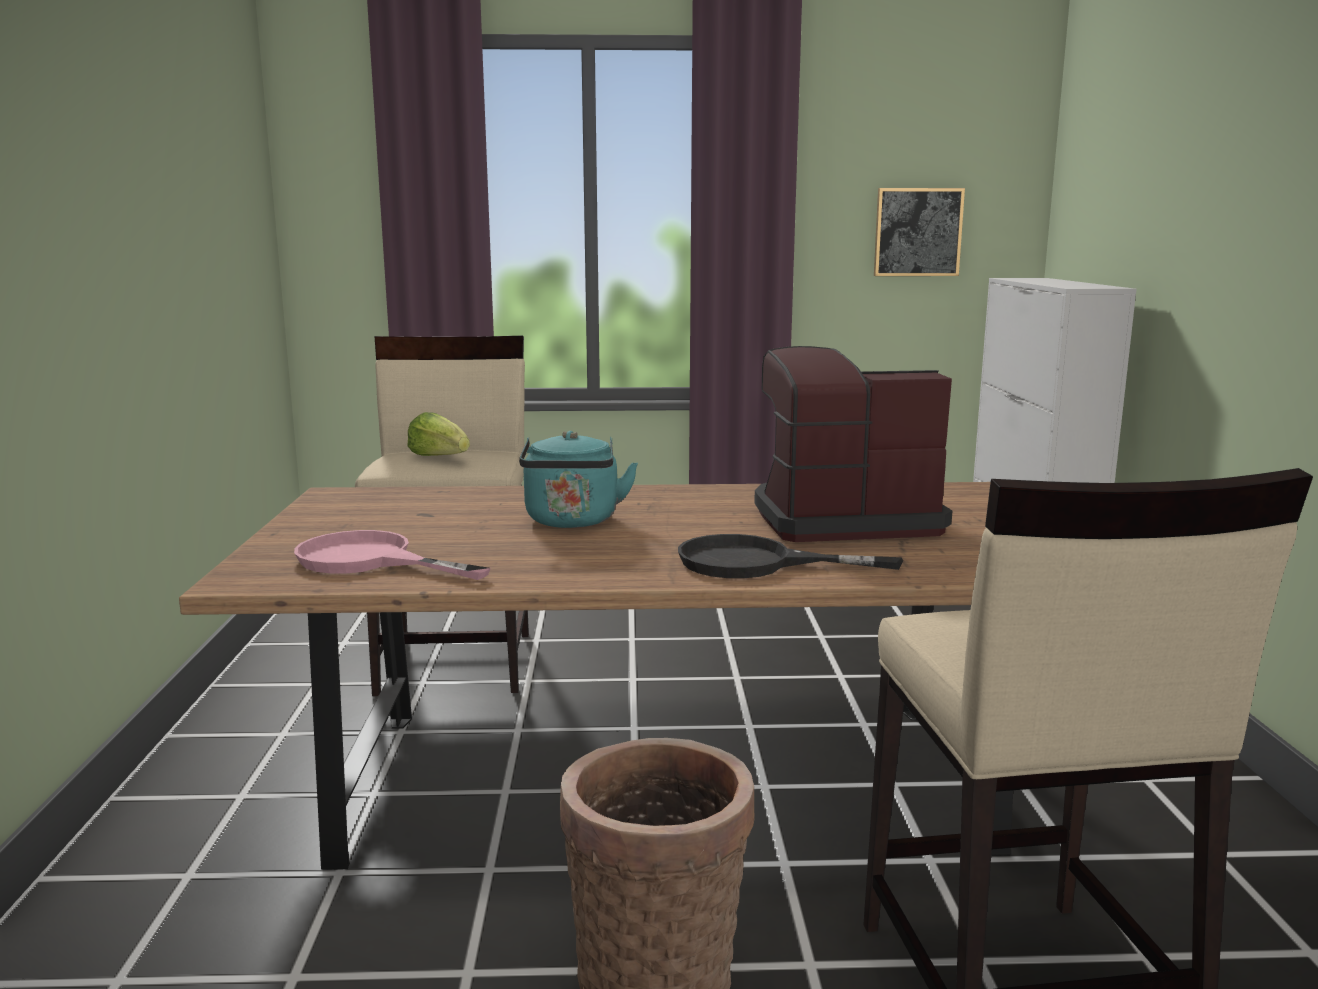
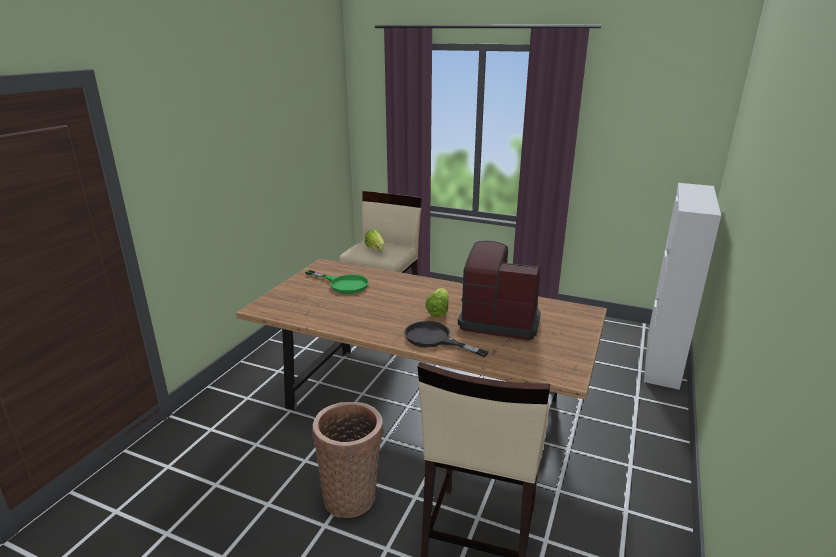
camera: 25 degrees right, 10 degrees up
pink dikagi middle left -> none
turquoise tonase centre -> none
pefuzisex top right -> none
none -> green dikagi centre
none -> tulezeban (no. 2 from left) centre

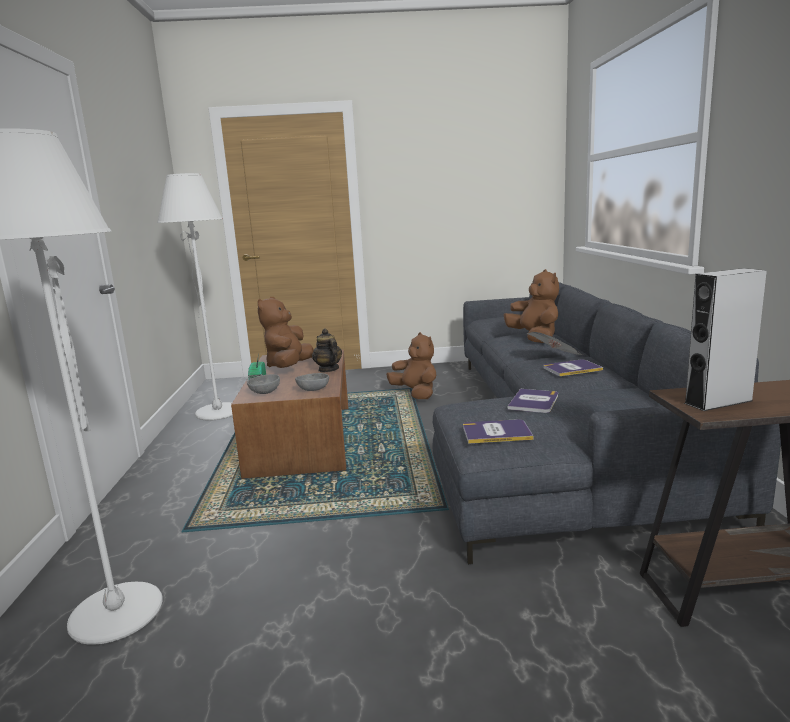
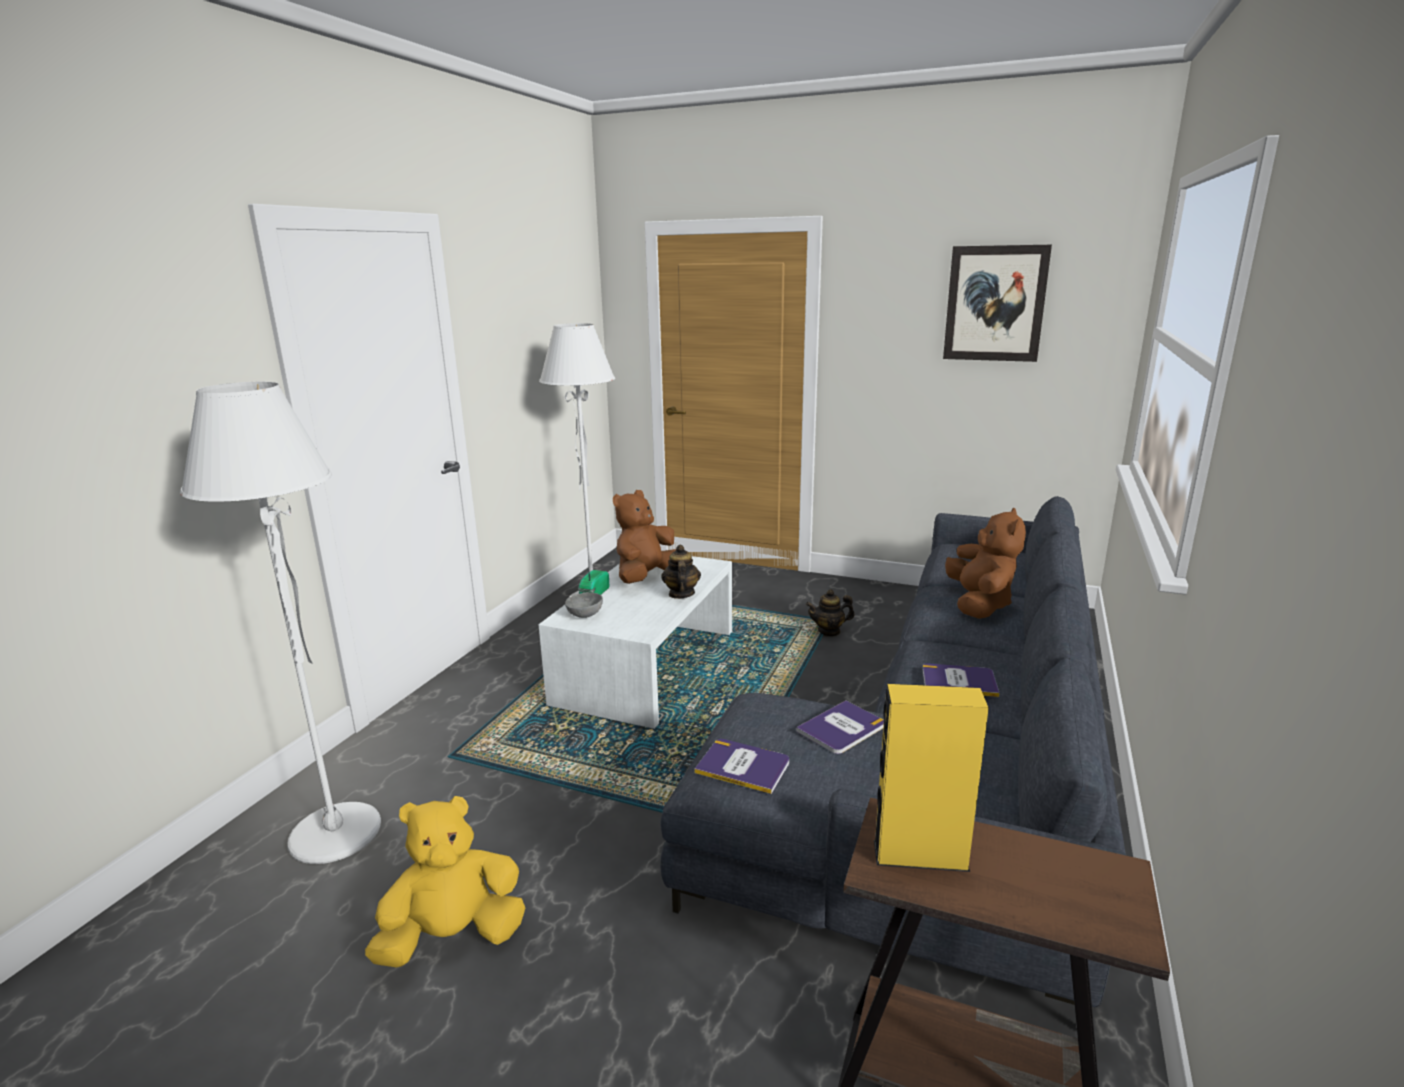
camera: 25 degrees right, 5 degrees up
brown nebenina centre -> white nebenina centre
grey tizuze (no. 2 from left) centre -> none
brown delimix (no. 2 from left) centre -> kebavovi (no. 2 from left) centre
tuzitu middle right -> none
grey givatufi middle right -> yellow givatufi bottom centre
none -> yellow delimix bottom left
none -> pefuzisex top right

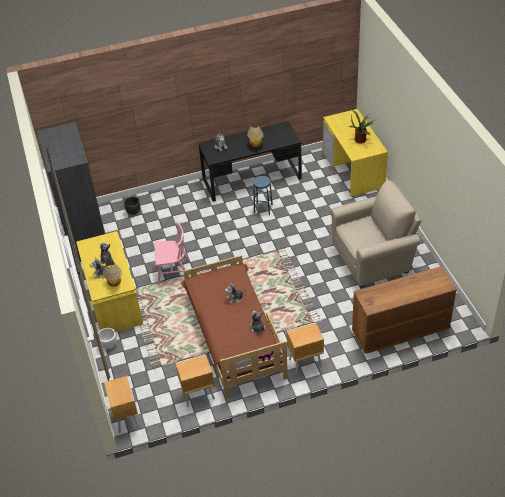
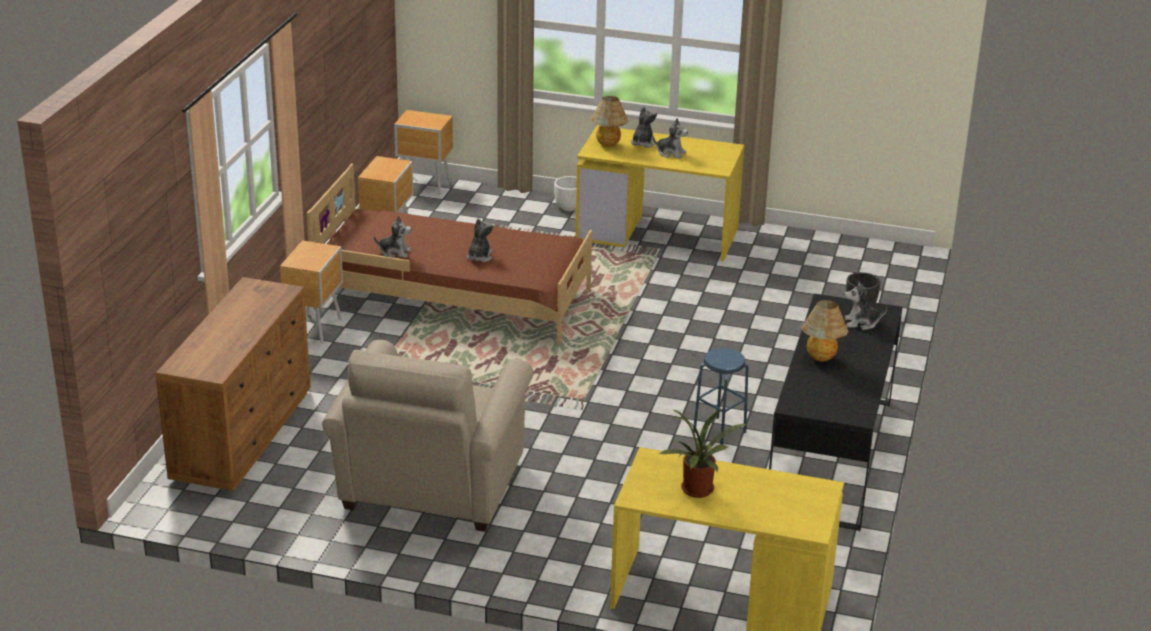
camera: 120 degrees right, 15 degrees down
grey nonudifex middle left -> none
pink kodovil centre -> none

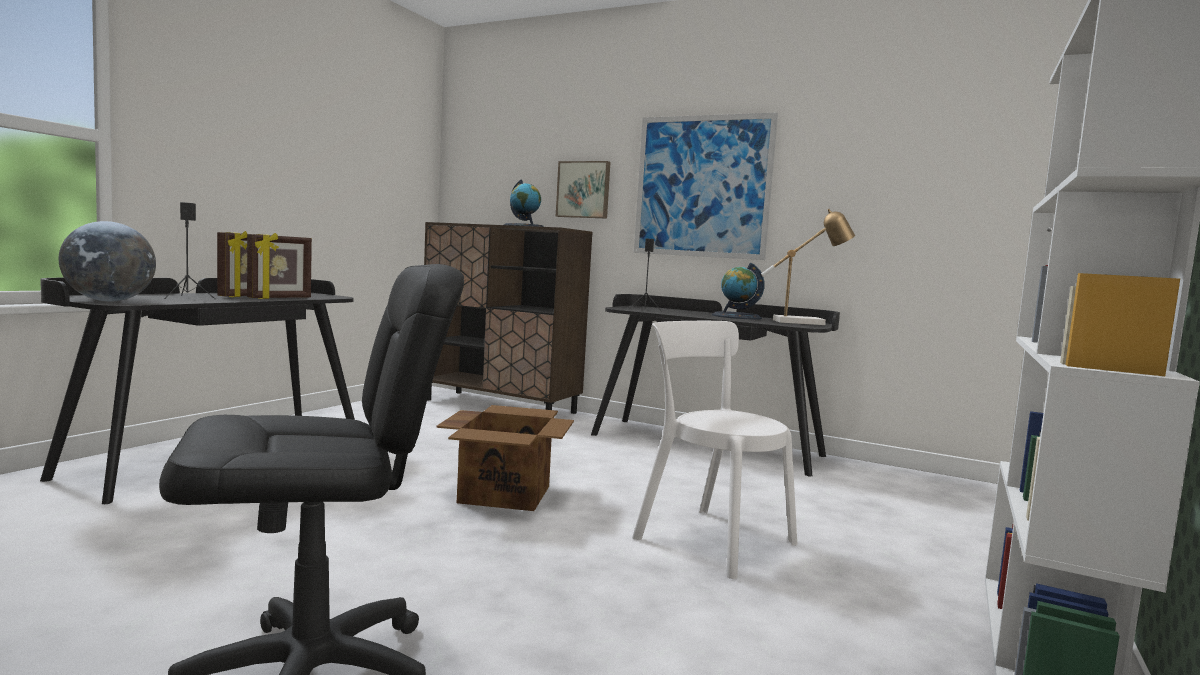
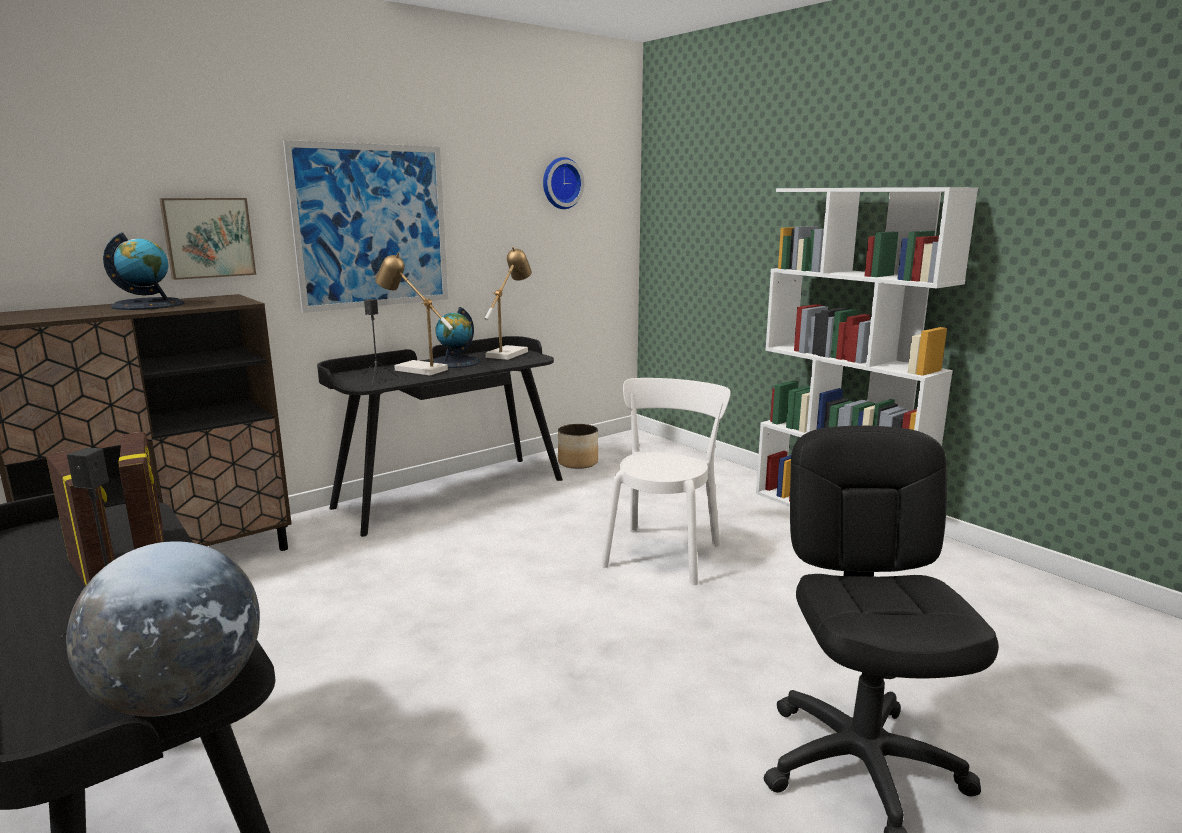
camera: 65 degrees left, 10 degrees up
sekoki bottom centre -> none
white kodovil bottom centre -> white kodovil centre, 135 degrees clockwise
none -> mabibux (no. 1 from left) centre
none -> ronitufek top centre
none -> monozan centre

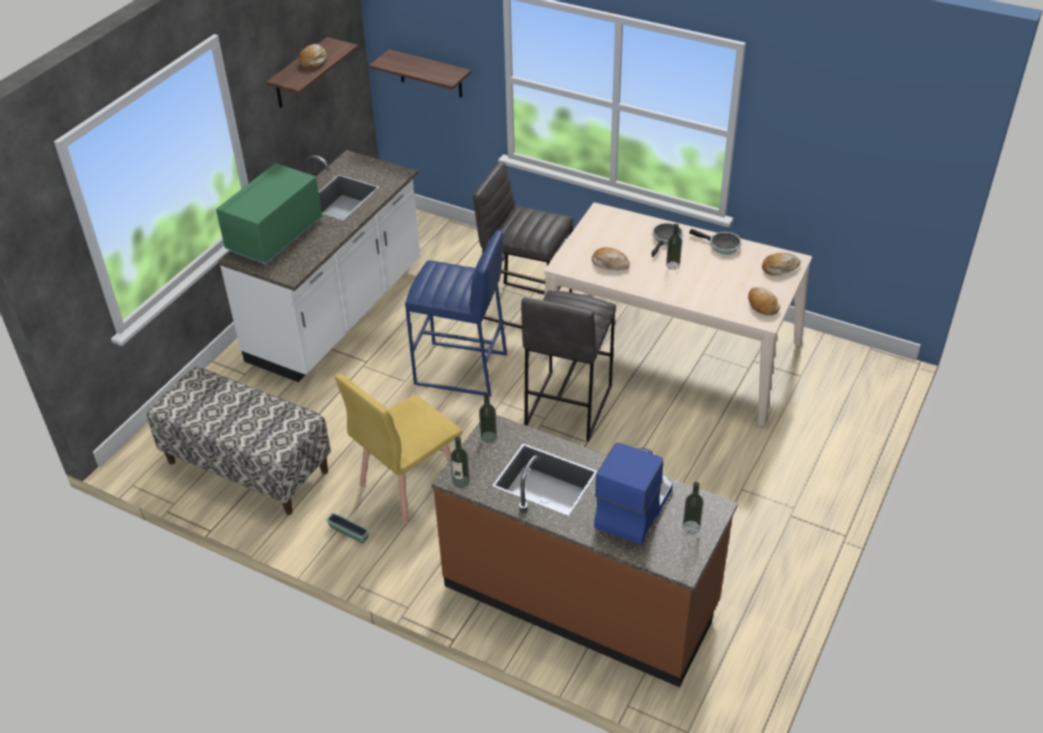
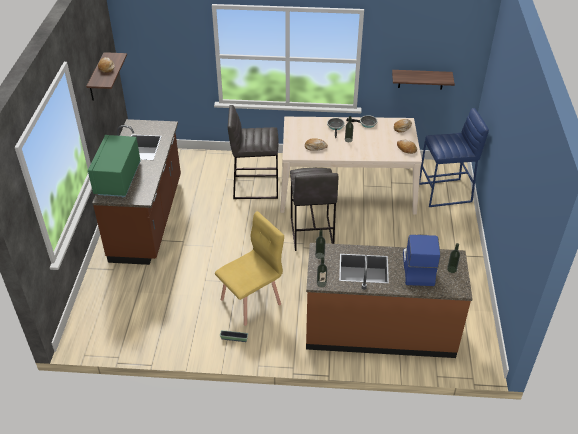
camera: 25 degrees left, 0 degrees up
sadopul middle left -> none
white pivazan middle left -> brown pivazan (no. 1 from left) middle left
yellow kodovil centre, 150 degrees counterclockwise
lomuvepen (no. 2 from left) top centre -> lomuvepen (no. 2 from left) top right, shifted
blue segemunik centre -> blue segemunik middle right, shifted

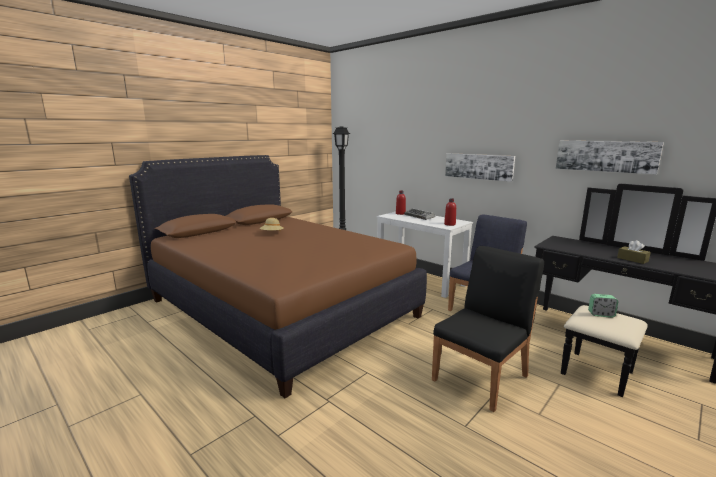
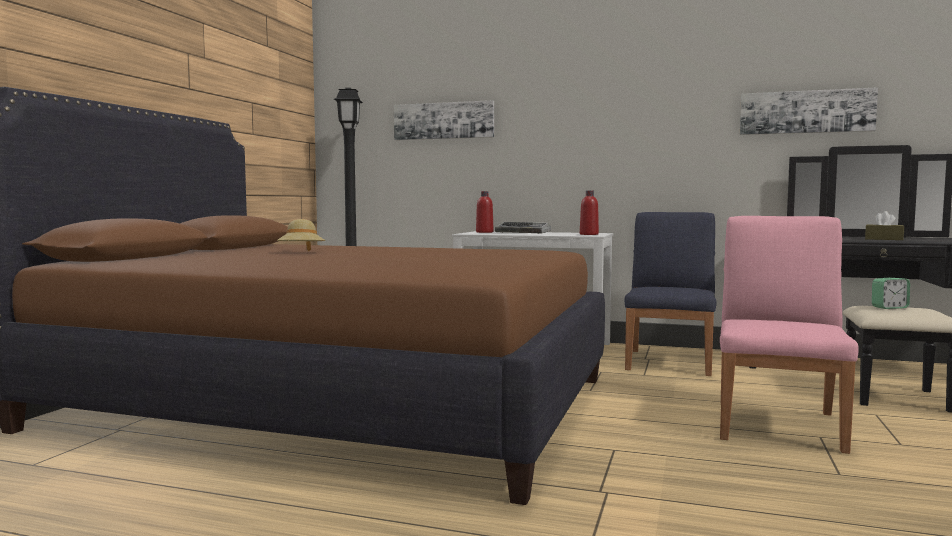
camera: 25 degrees left, 10 degrees down
black kodovil bottom right -> pink kodovil middle right
pefuzisex (no. 1 from left) middle right -> pefuzisex (no. 1 from left) top centre, shifted

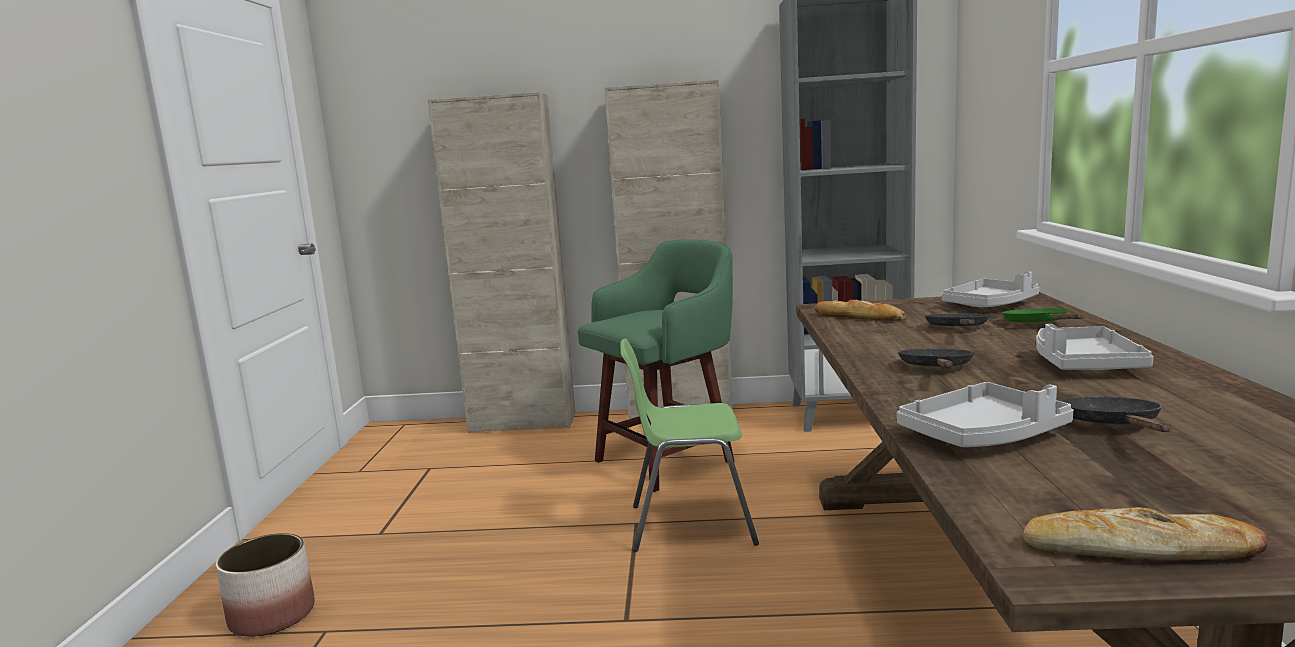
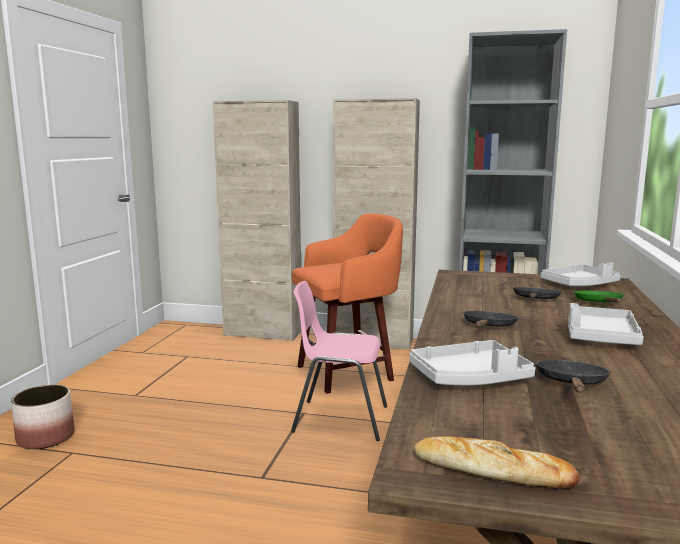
camera: 10 degrees right, 0 degrees up
green segemunik centre -> orange segemunik centre
green kodovil bottom centre -> pink kodovil centre
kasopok (no. 1 from left) centre -> none

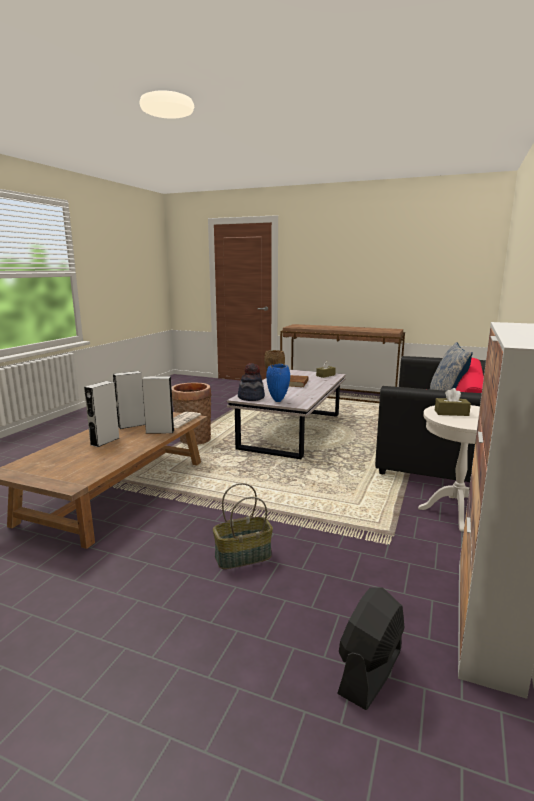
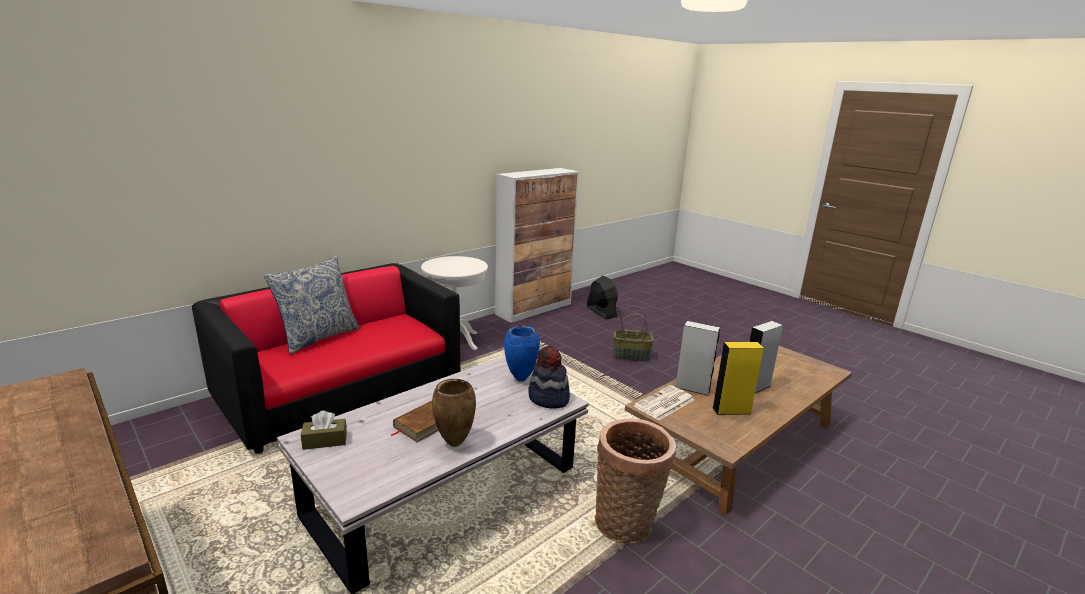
camera: 155 degrees left, 5 degrees up
grey givatufi (no. 2 from left) middle left -> yellow givatufi middle right
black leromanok bottom right -> black leromanok centre, 90 degrees counterclockwise
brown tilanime (no. 2 from left) middle right -> none

